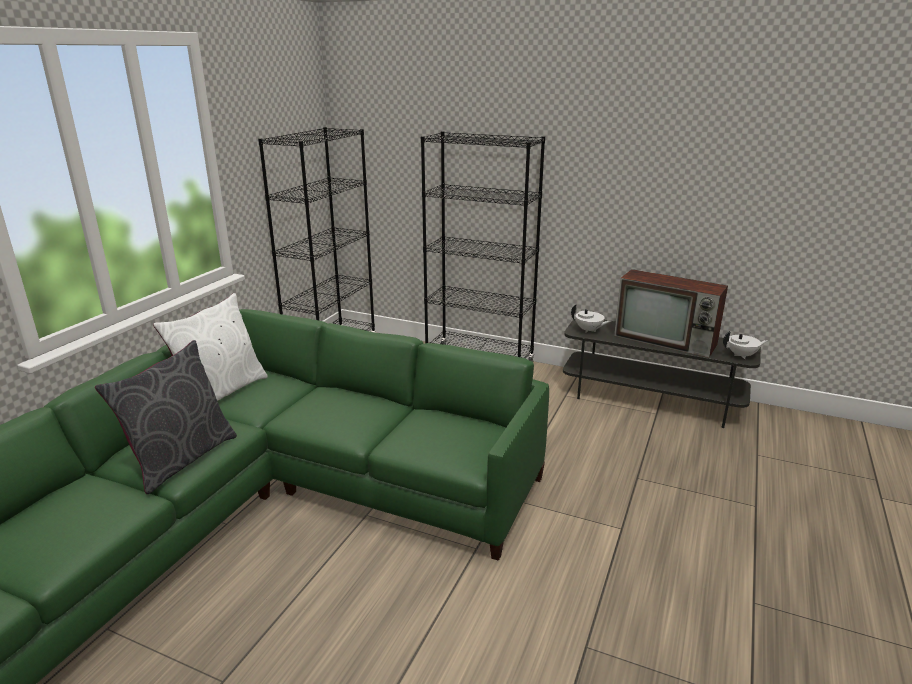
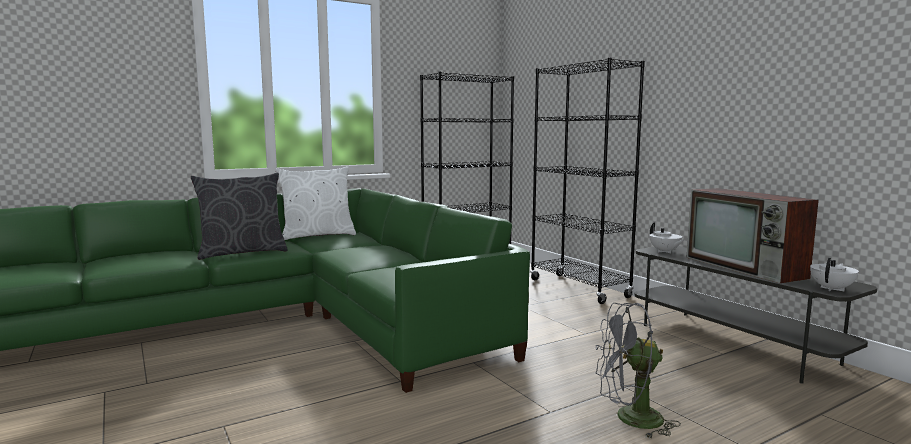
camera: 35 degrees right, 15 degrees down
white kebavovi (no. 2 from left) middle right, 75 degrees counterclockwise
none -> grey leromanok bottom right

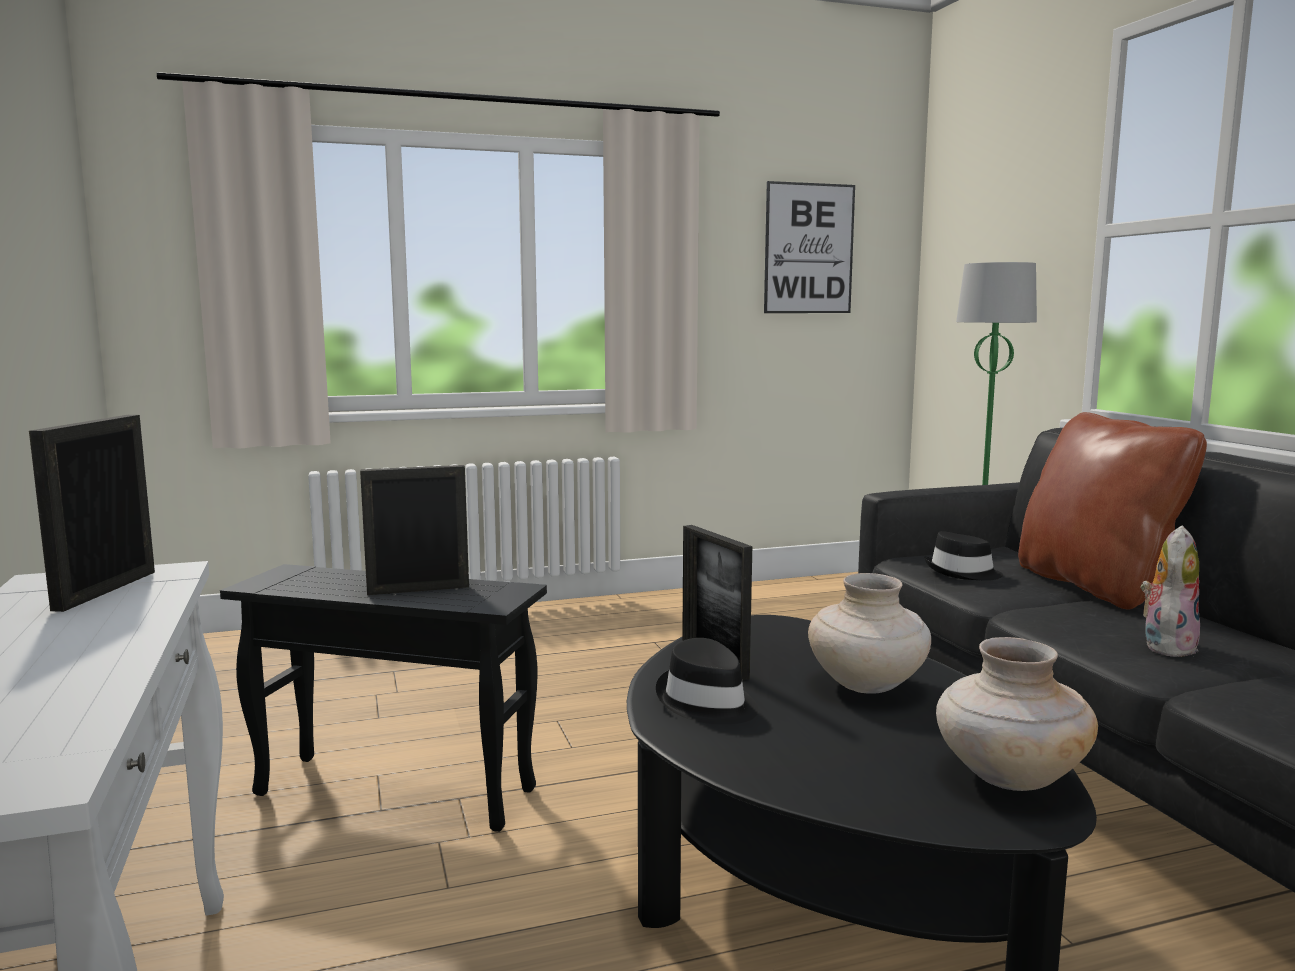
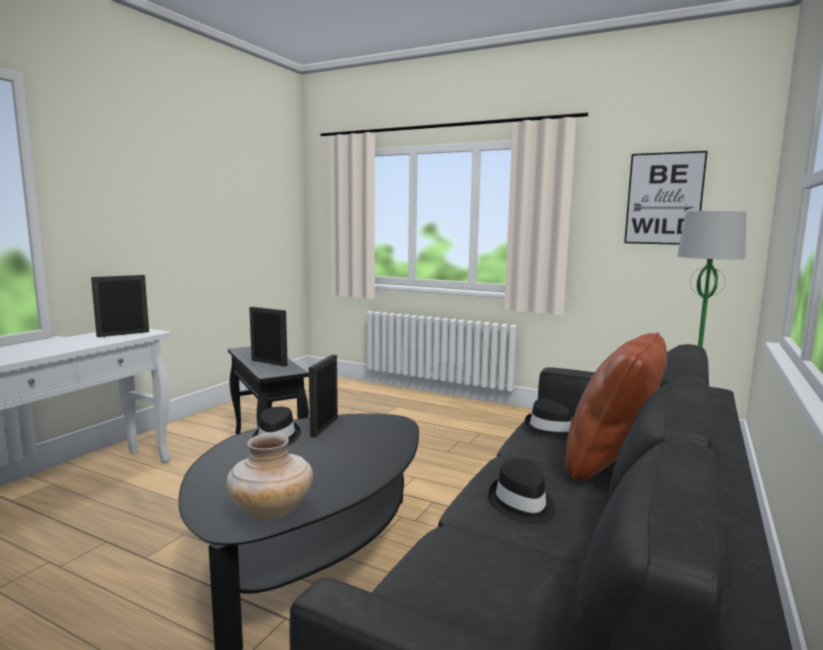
camera: 45 degrees right, 0 degrees up
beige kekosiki (no. 1 from left) middle right -> none
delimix middle right -> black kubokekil (no. 2 from left) bottom centre

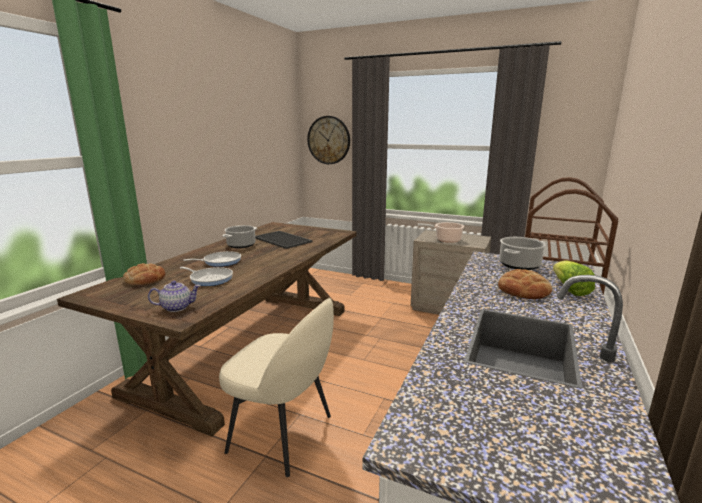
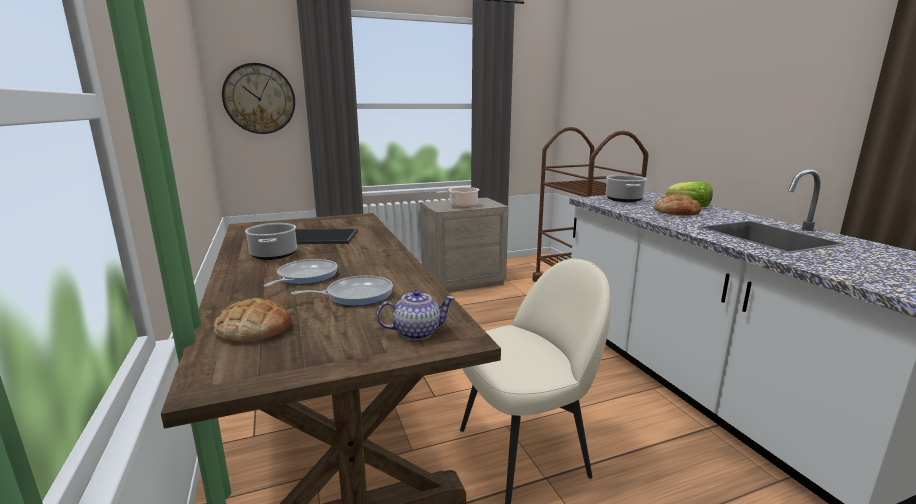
camera: 45 degrees left, 0 degrees up
kebavovi middle left -> kebavovi centre, 45 degrees clockwise

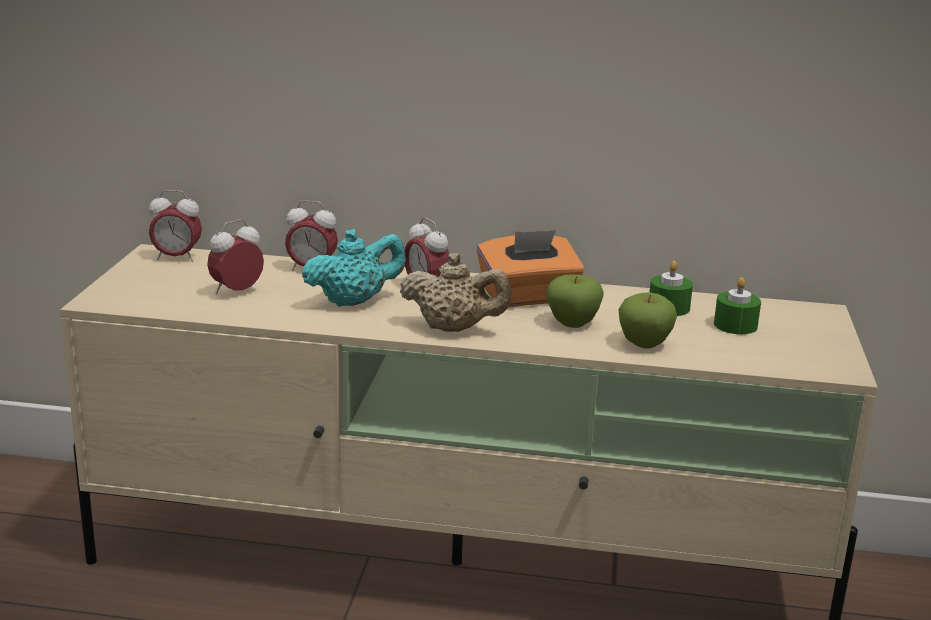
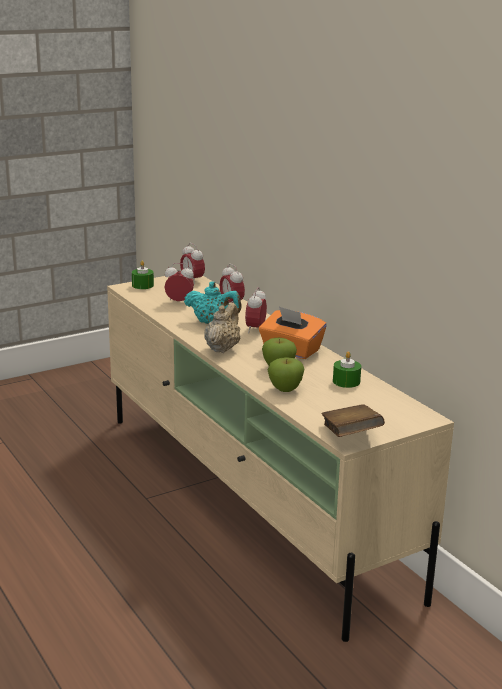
camera: 50 degrees right, 0 degrees up
beige kebavovi centre, 135 degrees counterclockwise
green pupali (no. 2 from left in the first image) middle right -> green pupali (no. 1 from left) middle left, shifted
none -> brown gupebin middle right

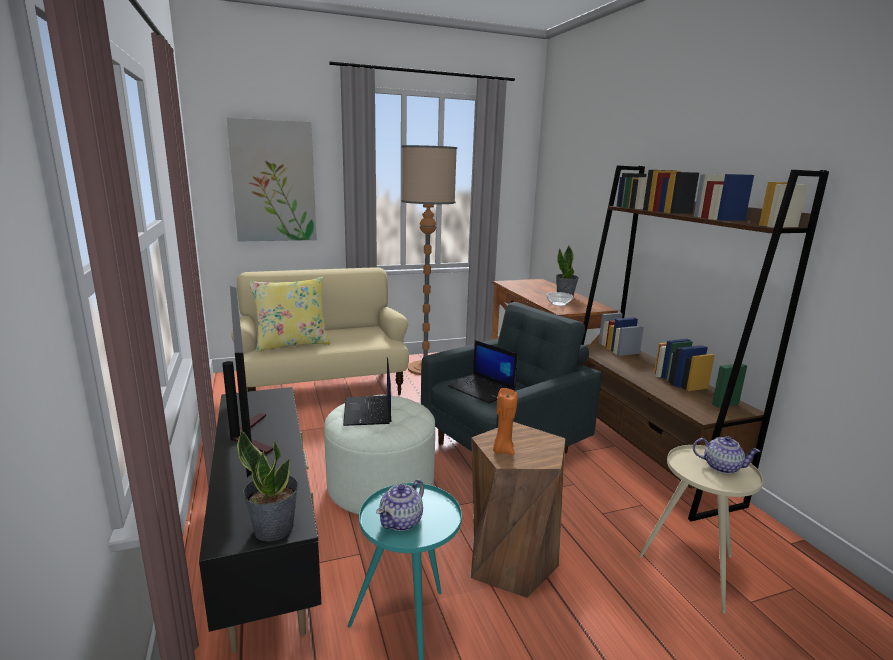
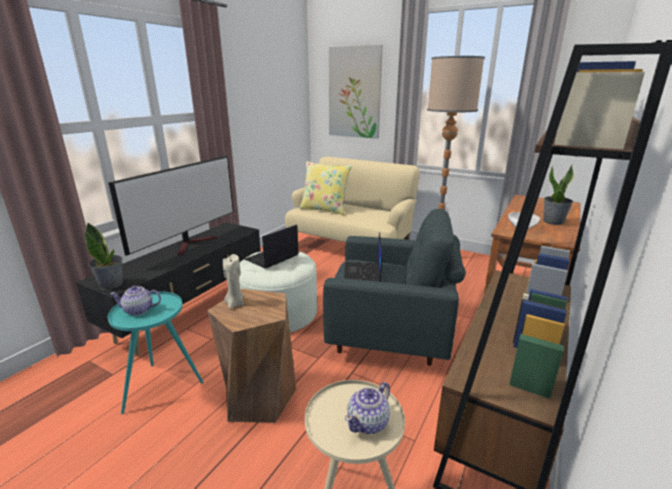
camera: 50 degrees right, 5 degrees up
orange pupali centre -> beige pupali centre
kebavovi (no. 2 from left) bottom right -> kebavovi (no. 2 from left) bottom centre, 60 degrees clockwise

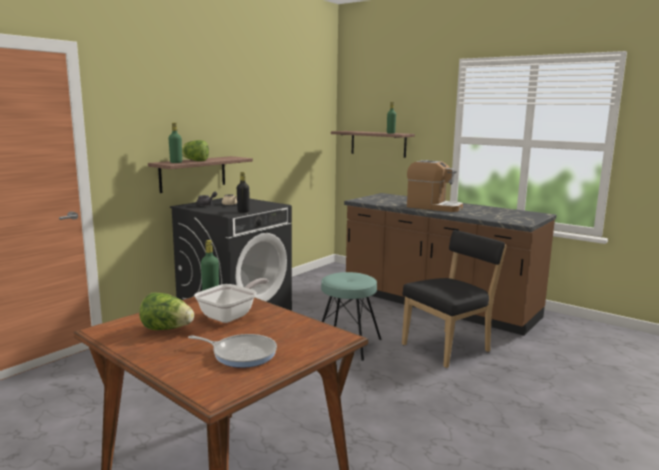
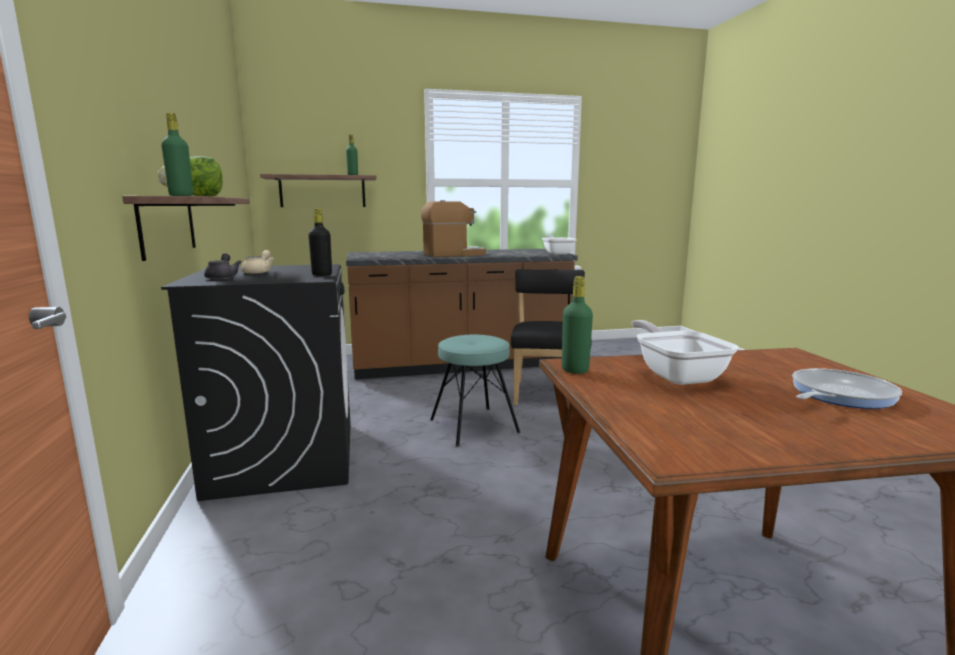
camera: 50 degrees left, 0 degrees up
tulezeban (no. 1 from left) middle left -> none
none -> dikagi (no. 1 from left) centre

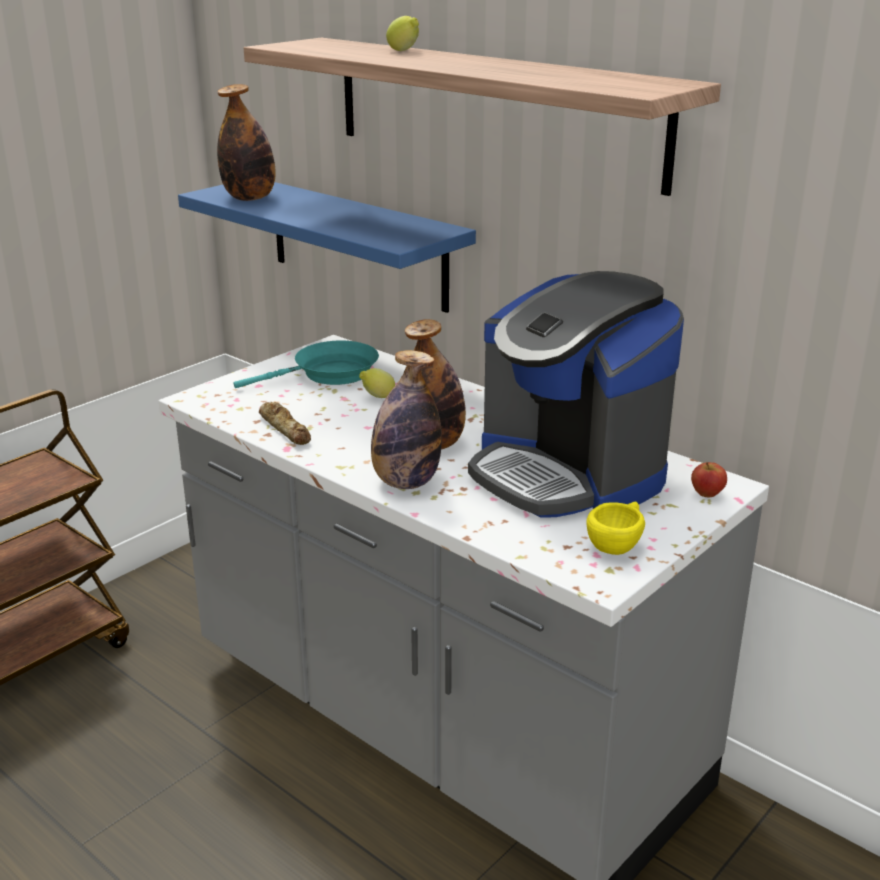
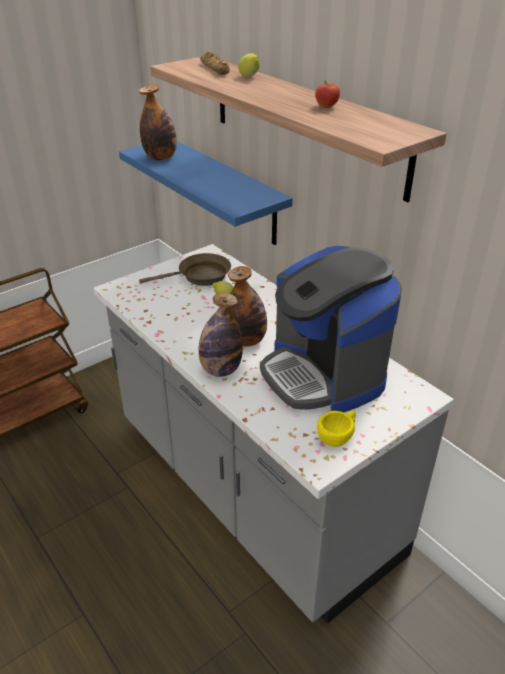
camera: 10 degrees right, 10 degrees up
turquoise dikagi centre -> brown dikagi centre
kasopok middle left -> kasopok top centre, shifted
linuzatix middle right -> linuzatix top centre, shifted

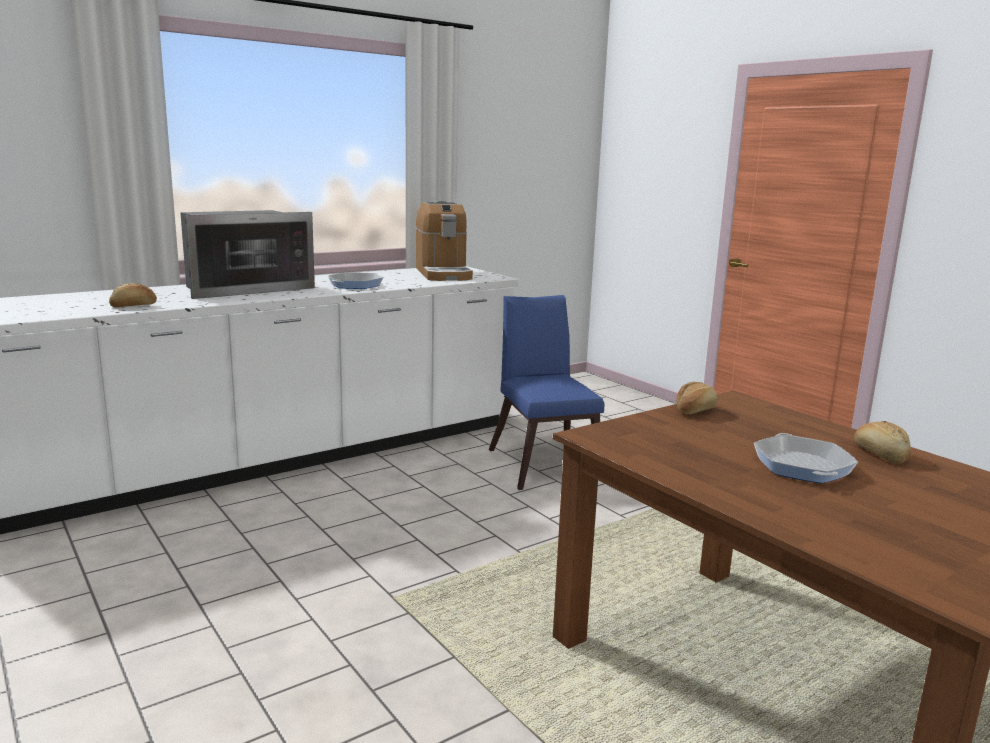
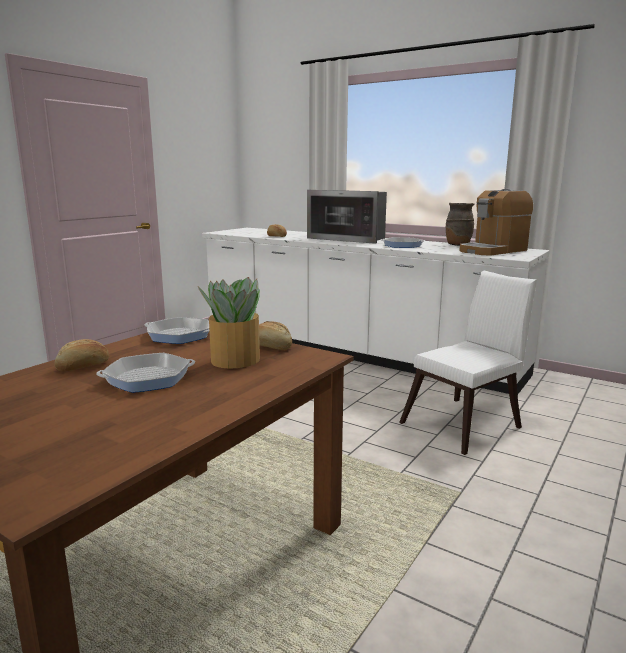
camera: 70 degrees right, 0 degrees up
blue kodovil centre -> white kodovil middle right
kasopok (no. 3 from left in the first image) middle right -> kasopok (no. 1 from left) middle left, shifted
none -> dikagi (no. 2 from left) middle left
none -> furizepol centre
none -> brown kekosiki middle right

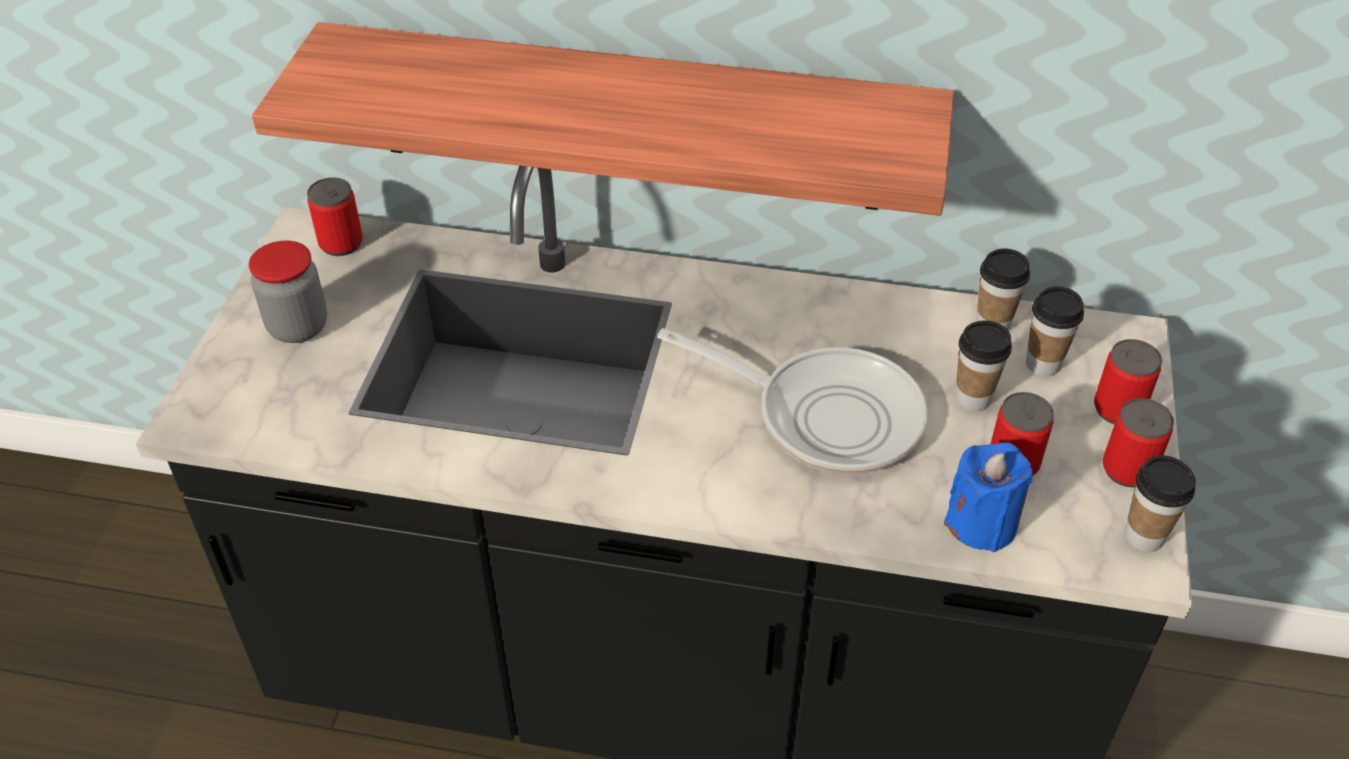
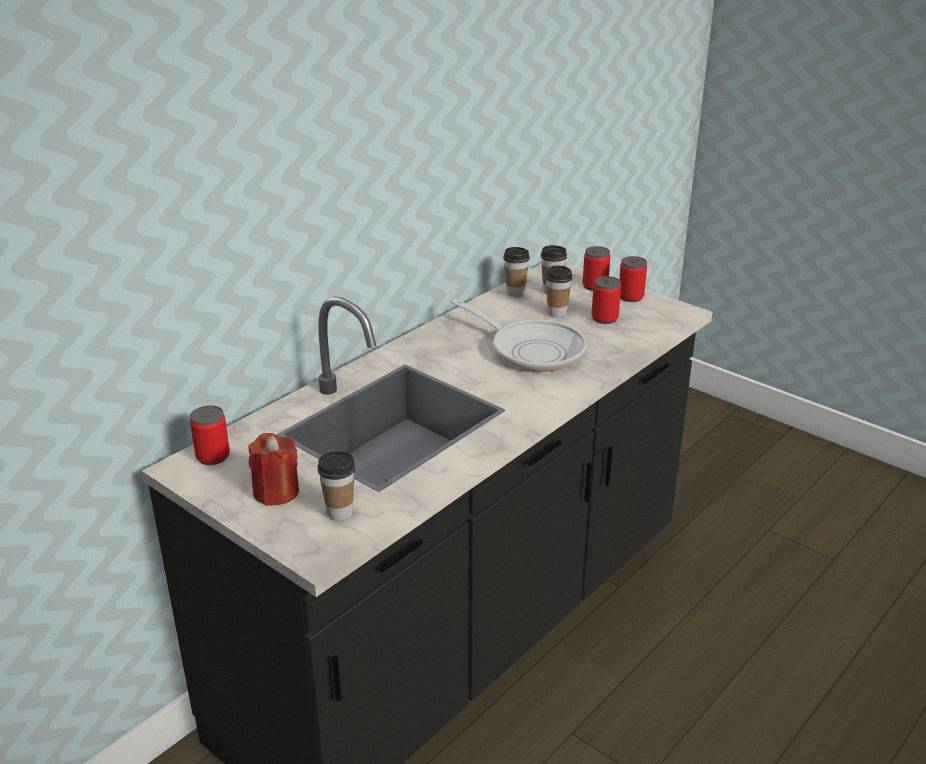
camera: 60 degrees left, 15 degrees down
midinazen middle left -> red pupali middle left
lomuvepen top centre -> none
dikagi centre, 75 degrees clockwise
blue pupali middle right -> none
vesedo (no. 4 from left in the first image) middle right -> vesedo (no. 1 from left) centre, shifted

